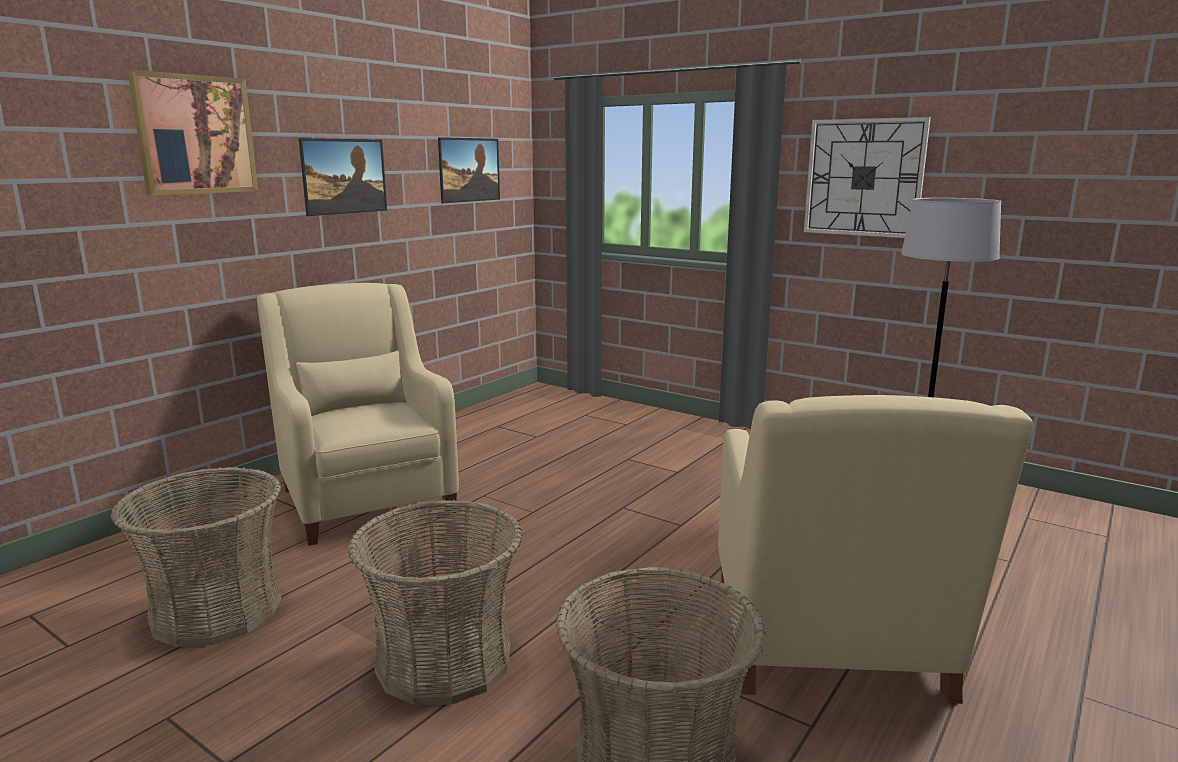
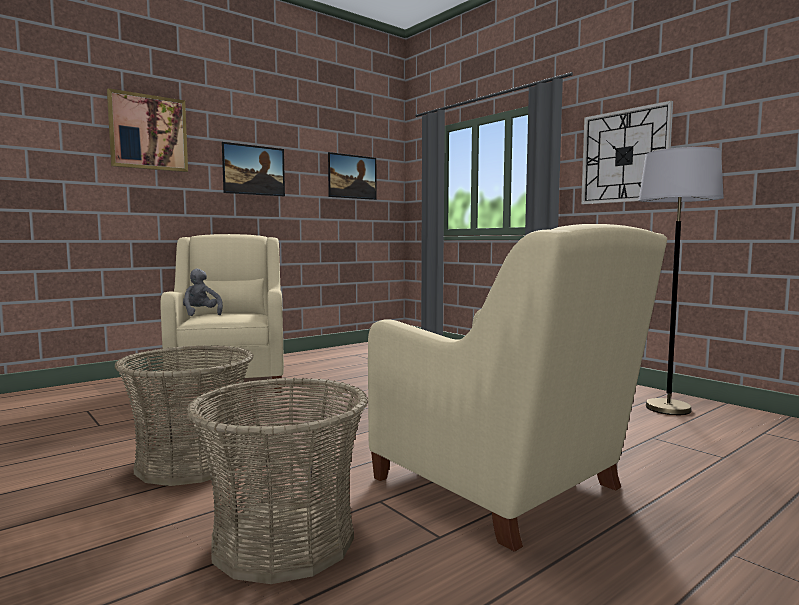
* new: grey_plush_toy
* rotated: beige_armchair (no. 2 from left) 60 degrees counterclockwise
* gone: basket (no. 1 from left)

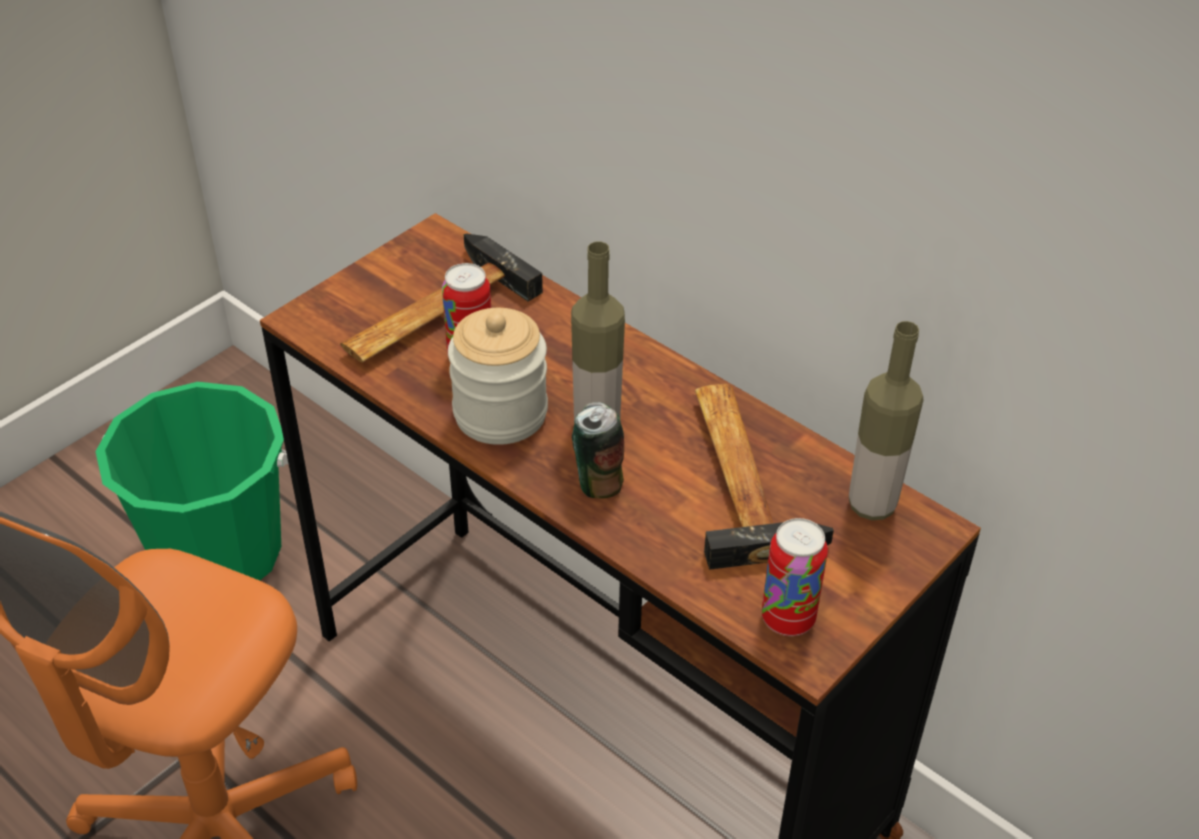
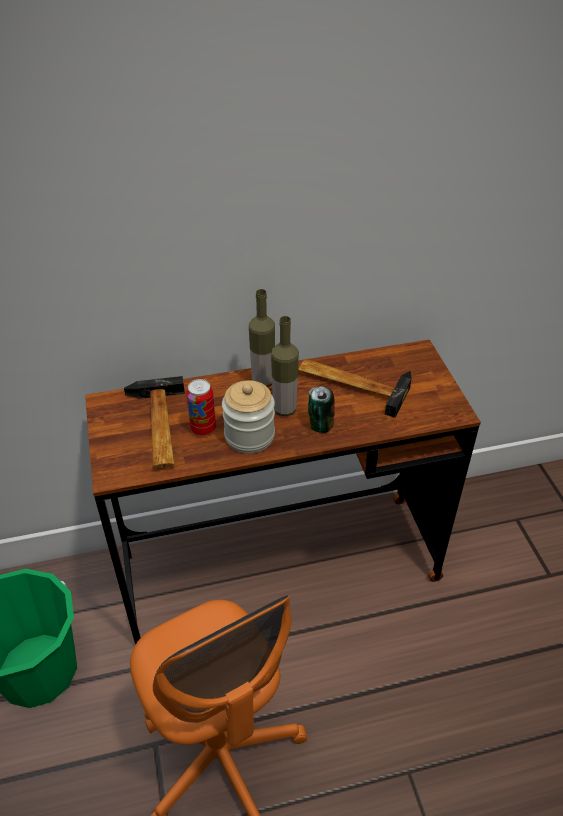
* shifted: bottle (no. 2 from left in the first image) to bottle (no. 1 from left)
* gone: can (no. 3 from left)

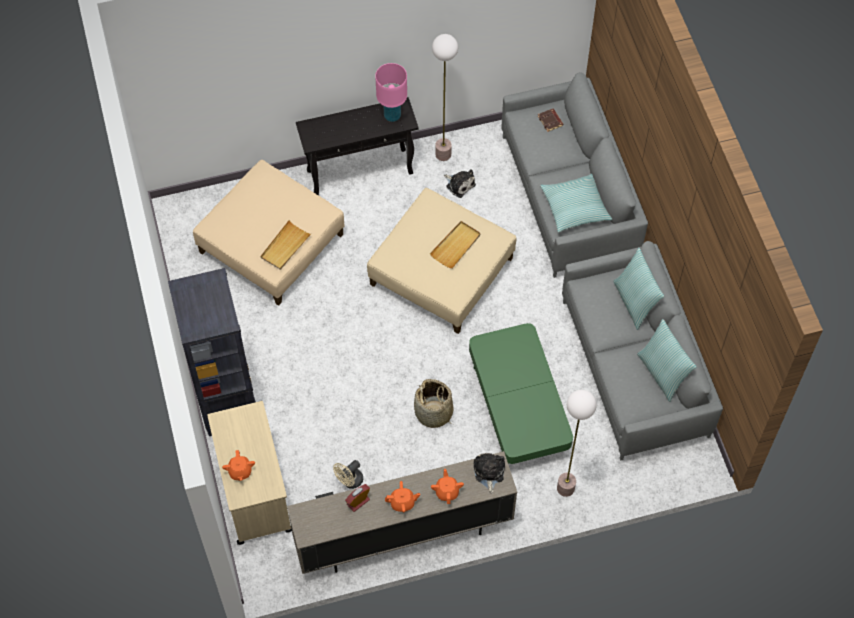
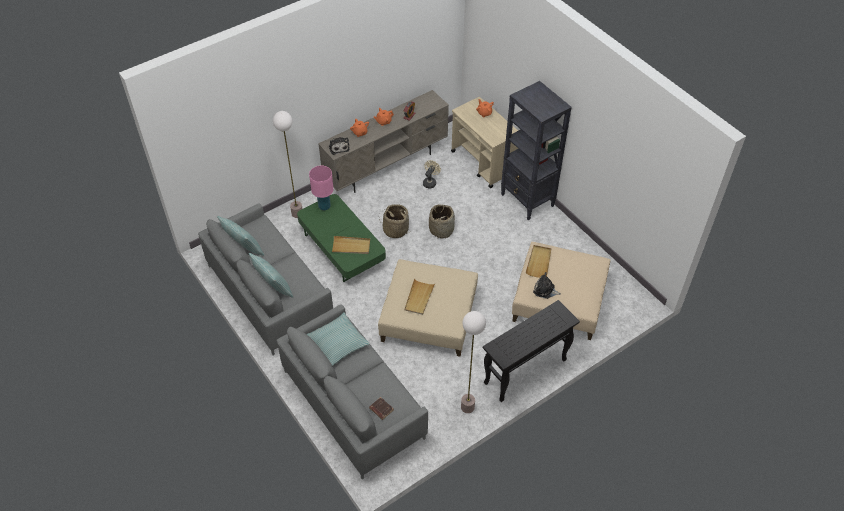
* shifted: pink_table_lamp
* new: beige_tray (no. 1 from left)
* new: basket (no. 2 from left)
* shifted: plush_toy (no. 1 from left in the first image) to plush_toy (no. 2 from left)

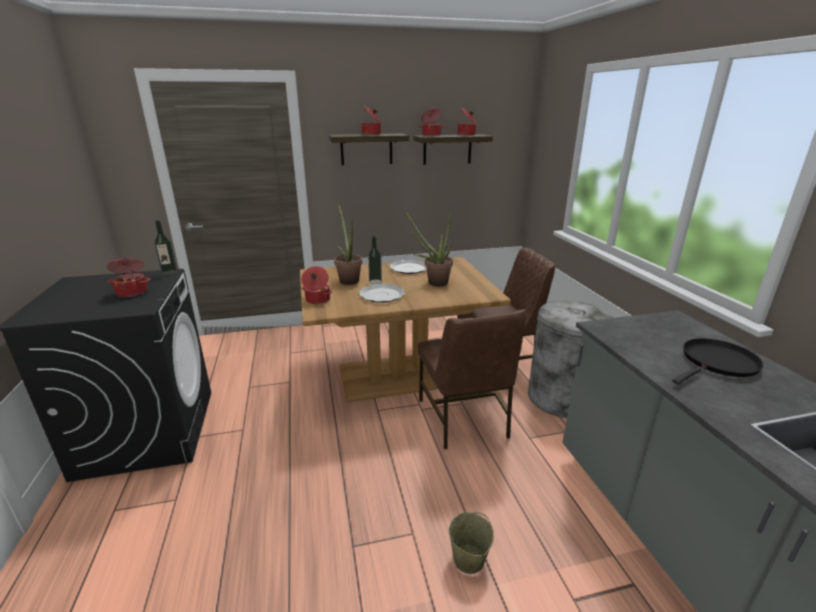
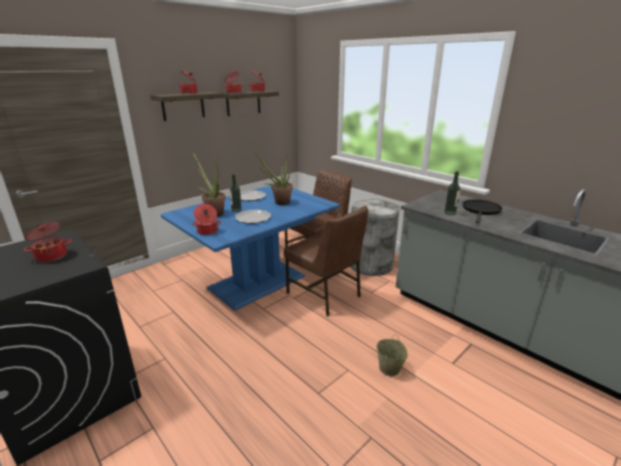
* repainted: brown_dining_table to blue_dining_table
* shifted: bottle (no. 1 from left in the first image) to bottle (no. 2 from left)

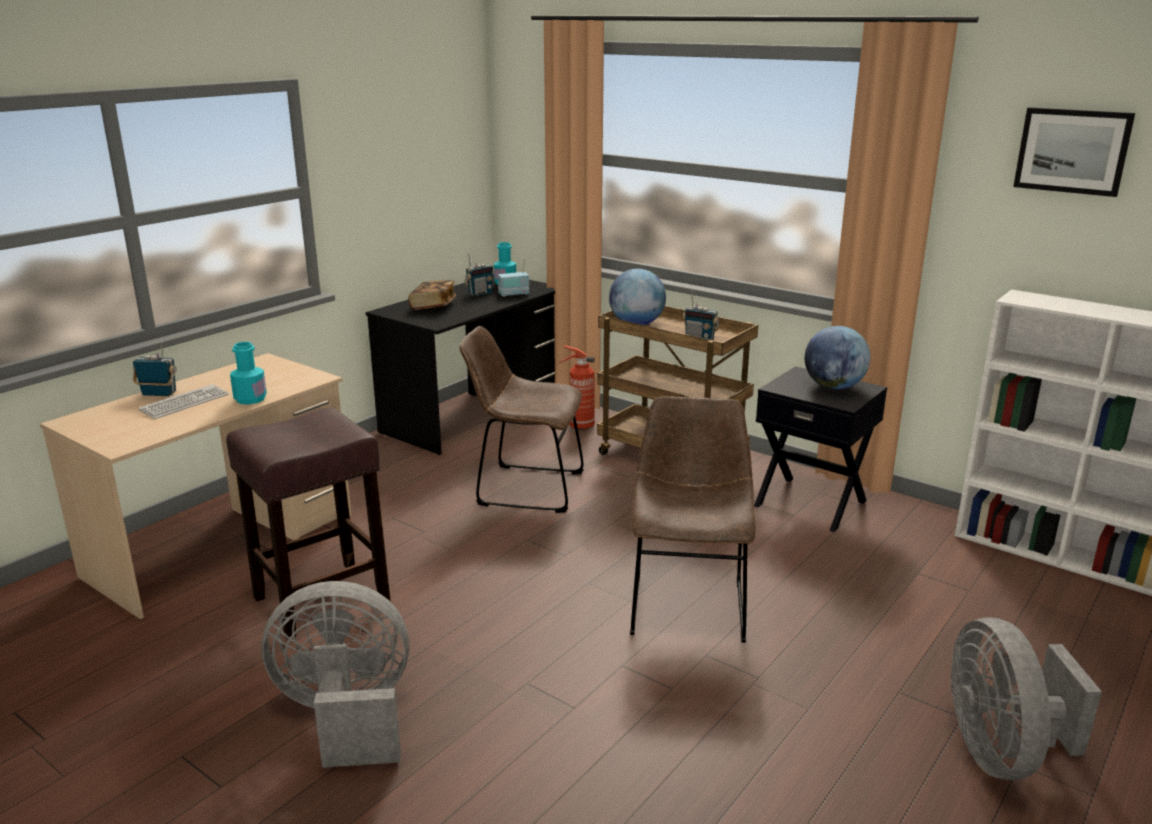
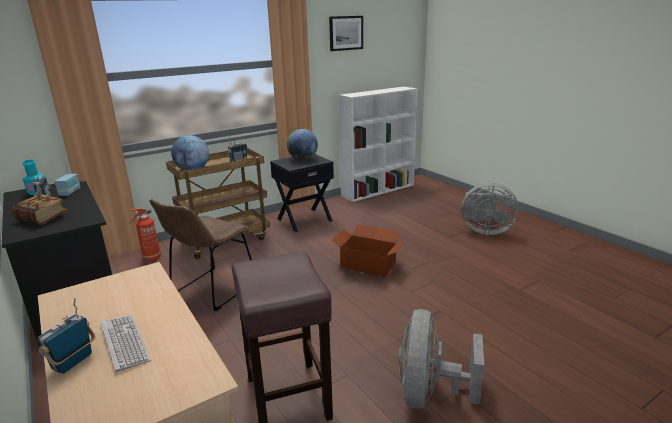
* swapped: brown_chair (no. 2 from left) to cardboard_box
* gone: turquoise_bottle (no. 1 from left)

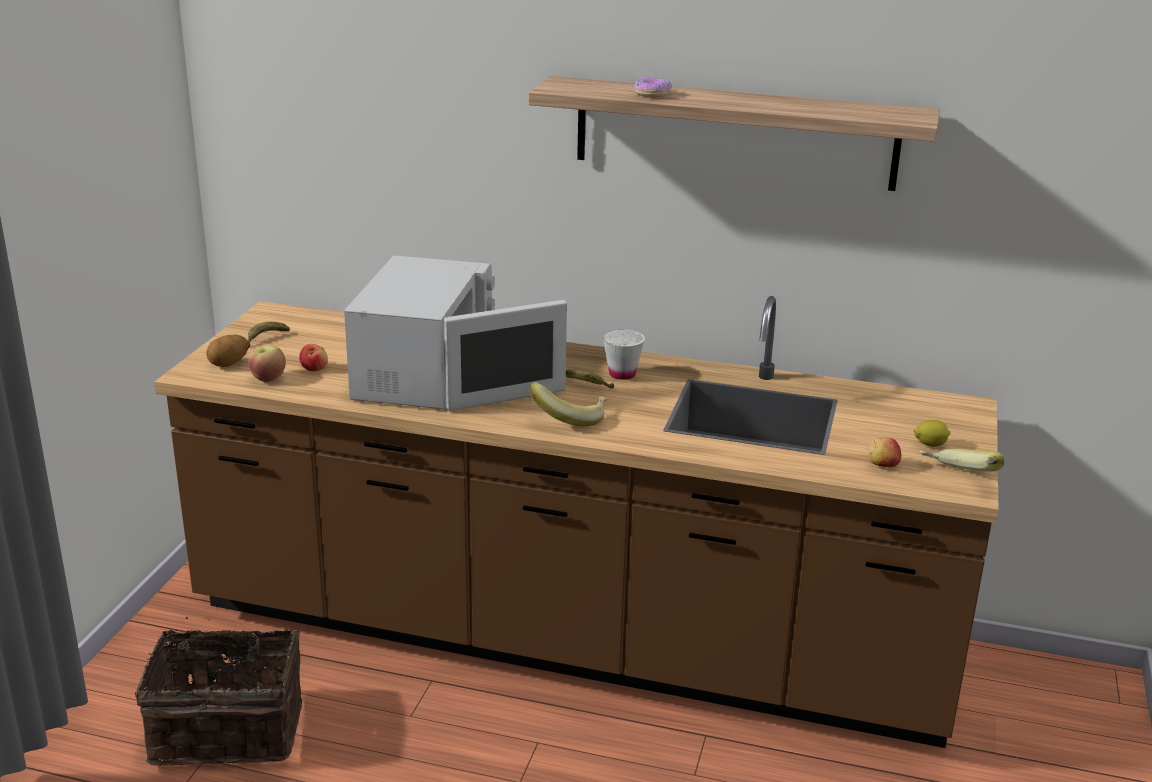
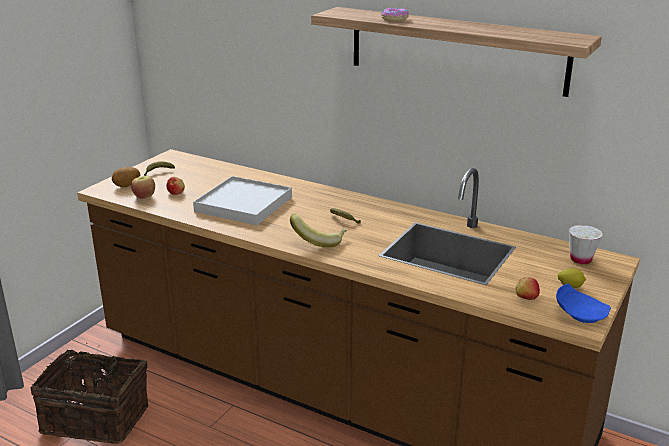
* swapped: white_microwave to white_tray
* swapped: banana (no. 4 from left) to blue_plate
* shifted: white_cup

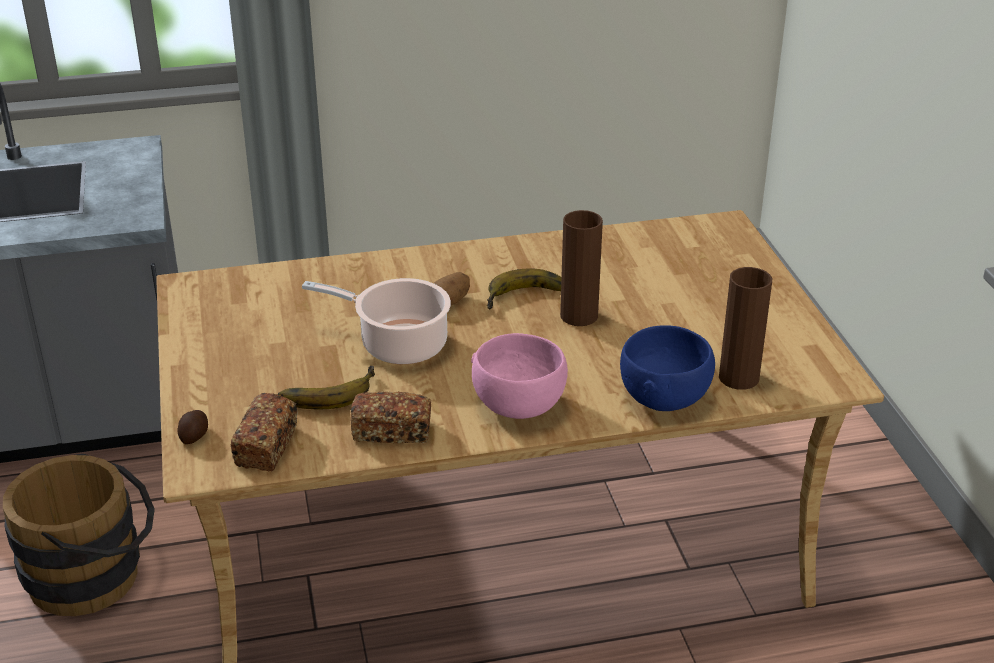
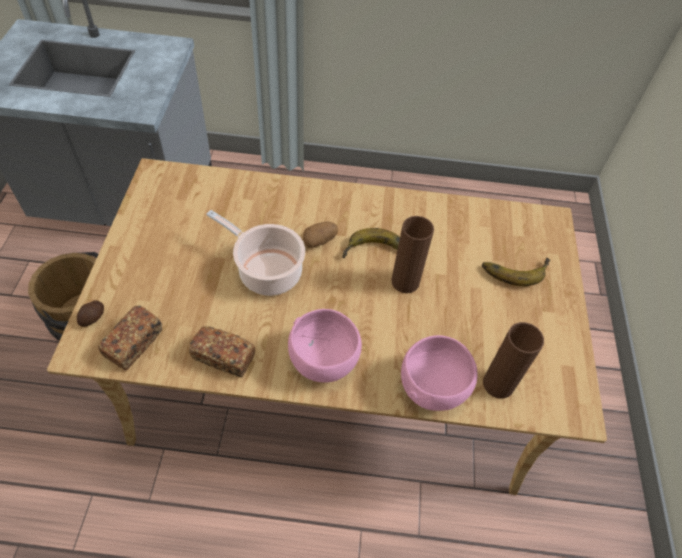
* repainted: blue_bowl to pink_bowl (no. 2 from left)
* shifted: banana (no. 1 from left in the first image) to banana (no. 2 from left)

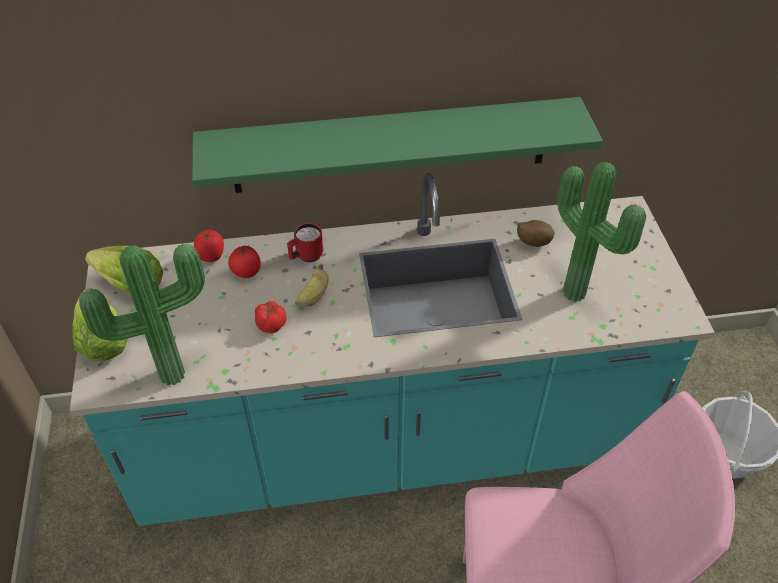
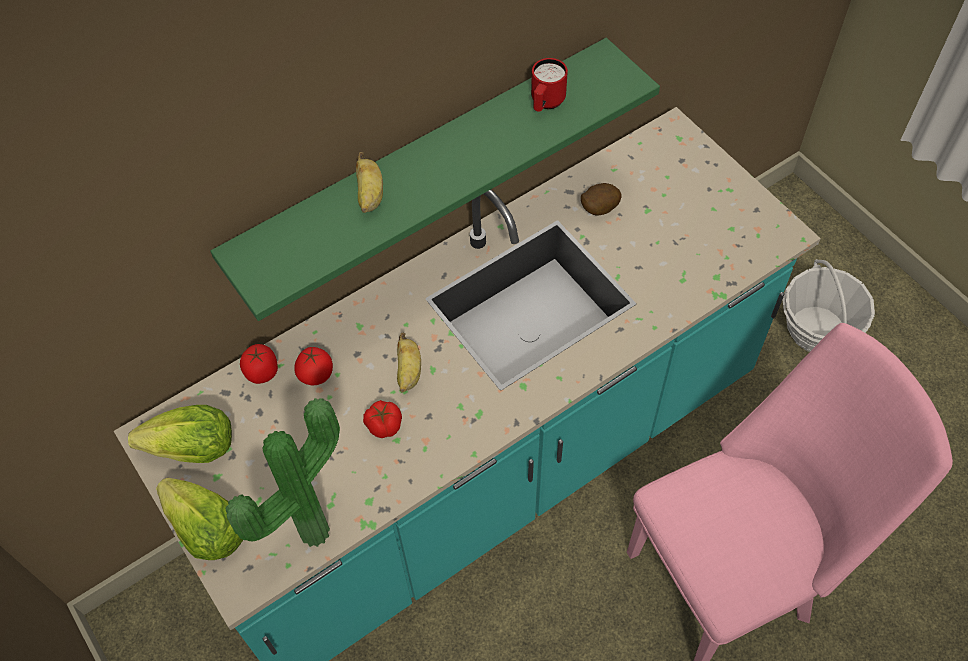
* new: banana (no. 1 from left)
* shifted: red_mug
* gone: potted_plant (no. 2 from left)

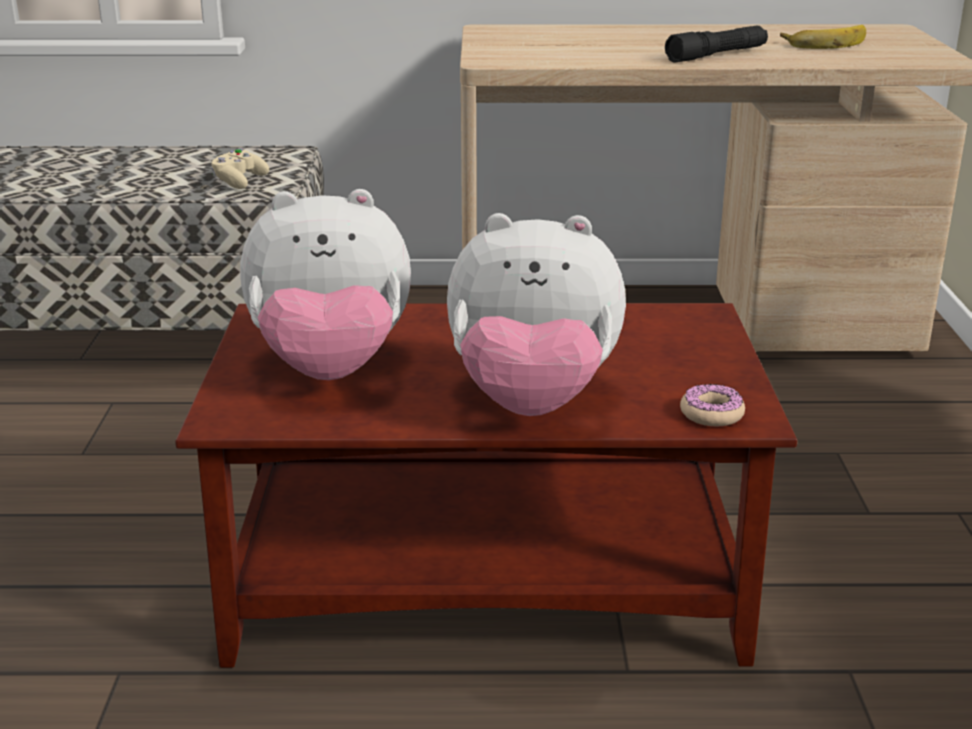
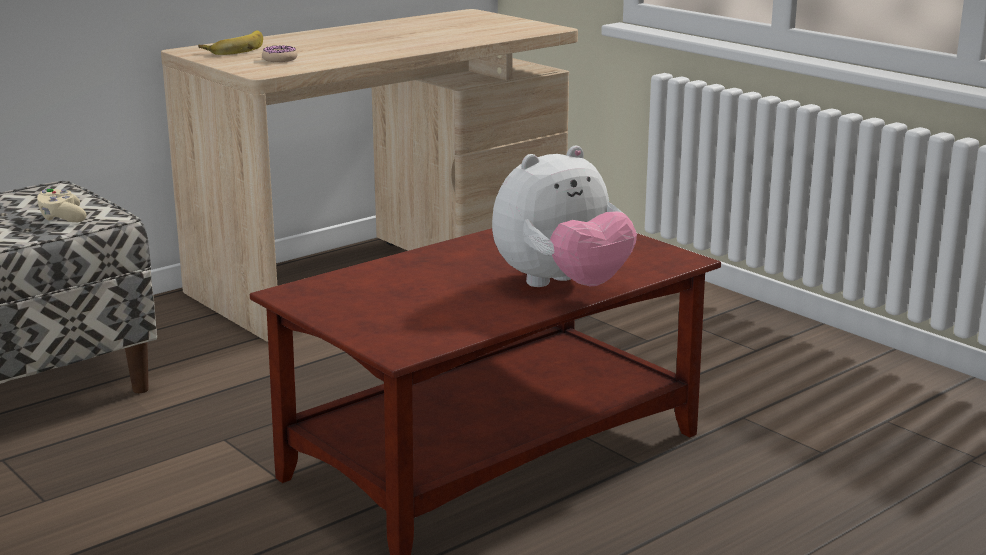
* shifted: banana
* shifted: donut
* gone: plush_toy (no. 1 from left)
* gone: black_flashlight

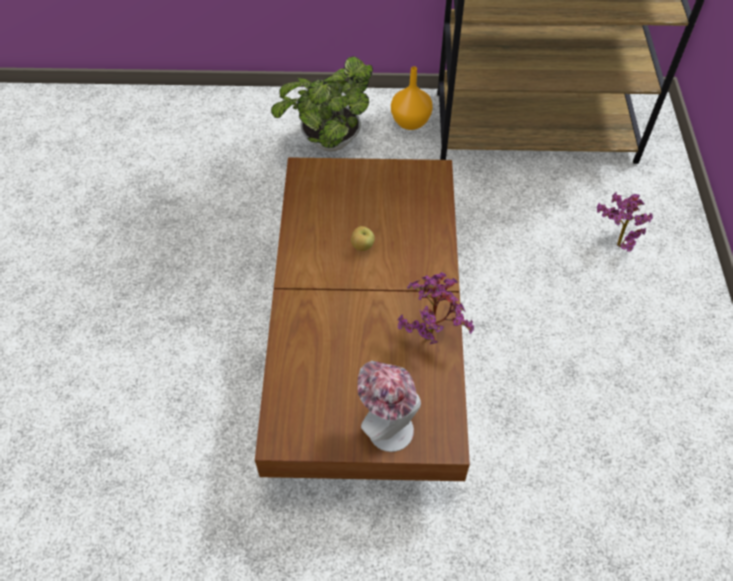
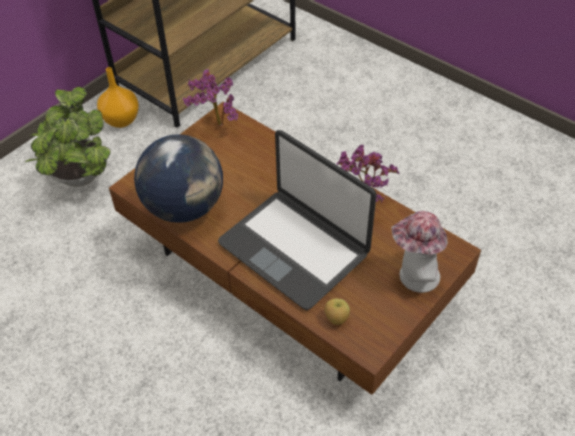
* new: globe
* shifted: potted_plant (no. 3 from left in the first image) to potted_plant (no. 2 from left)
* new: laptop
* shifted: apple

